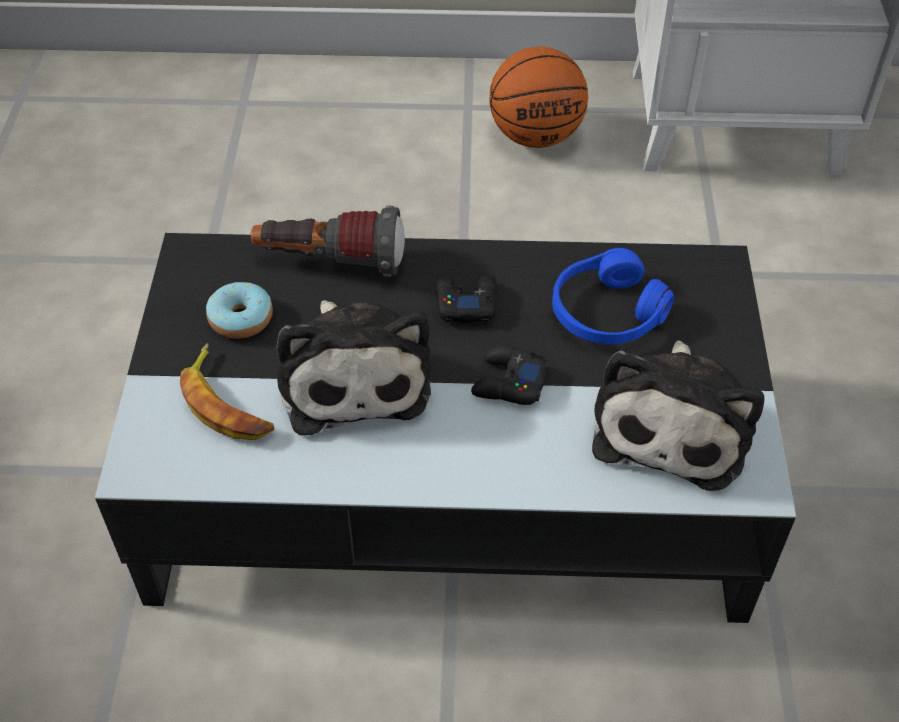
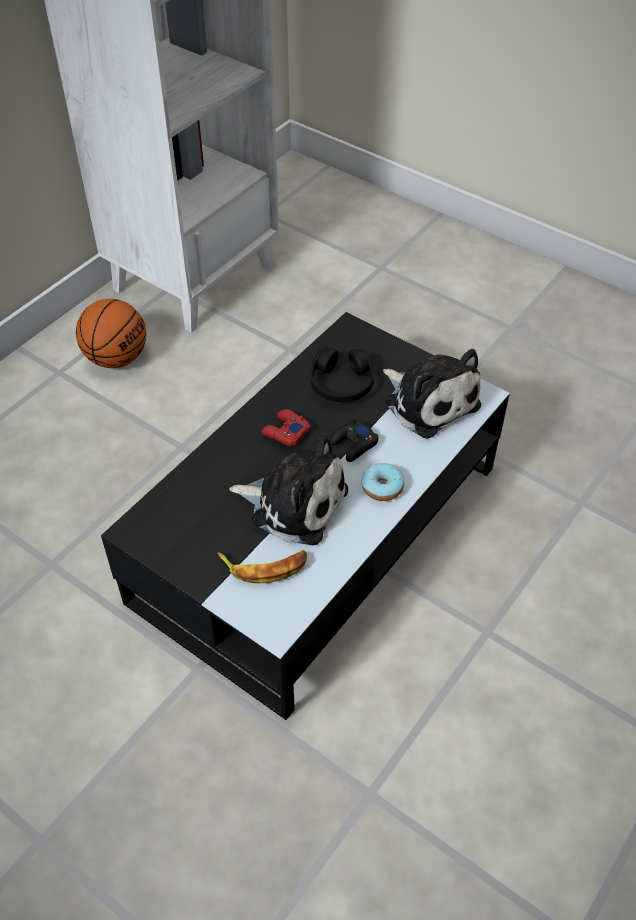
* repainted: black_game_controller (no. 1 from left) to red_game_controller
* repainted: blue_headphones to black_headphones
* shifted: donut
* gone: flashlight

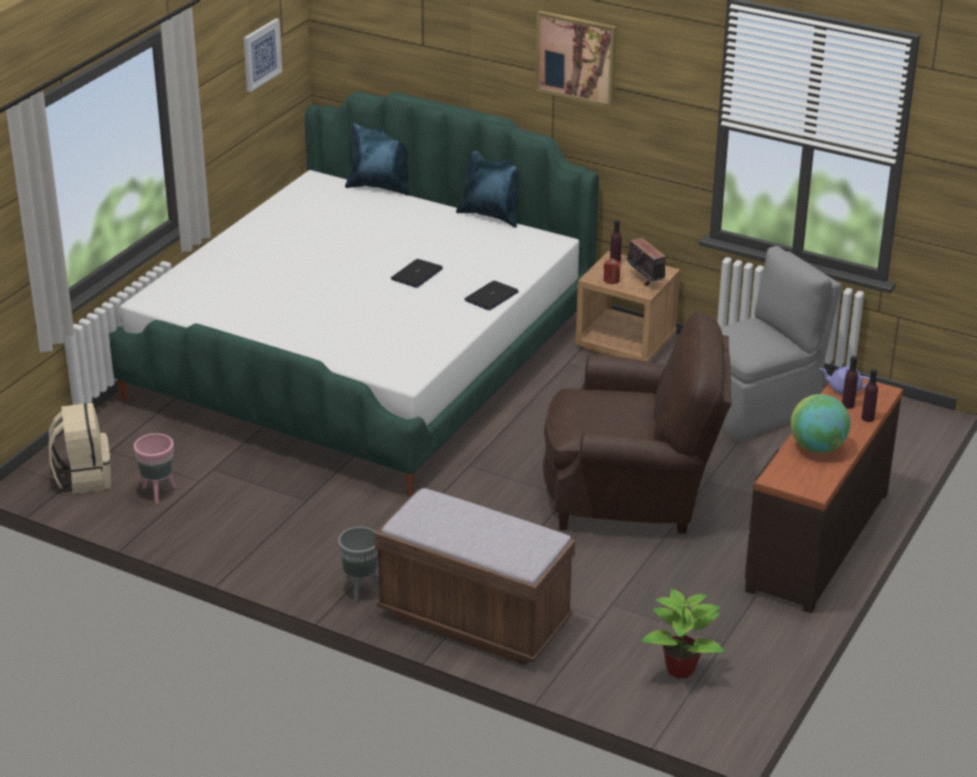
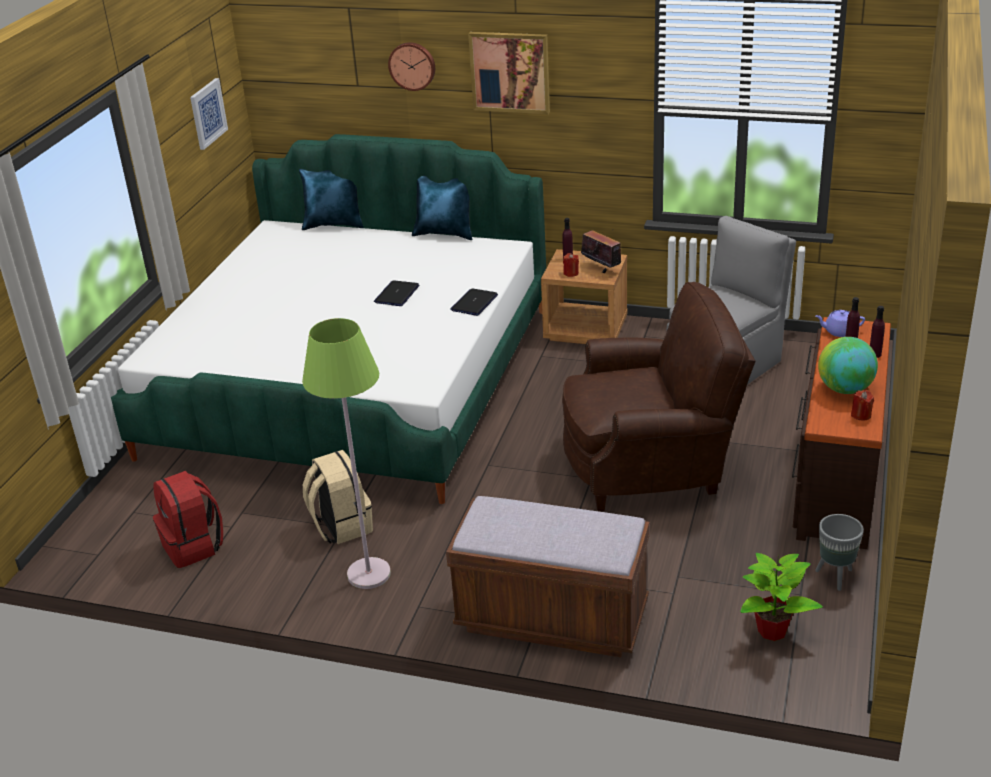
* swapped: pink_planter to red_backpack
* new: green_floor_lamp
* shifted: beige_backpack
* new: wall_clock
* shifted: grey_planter
* new: red_candle (no. 2 from left)

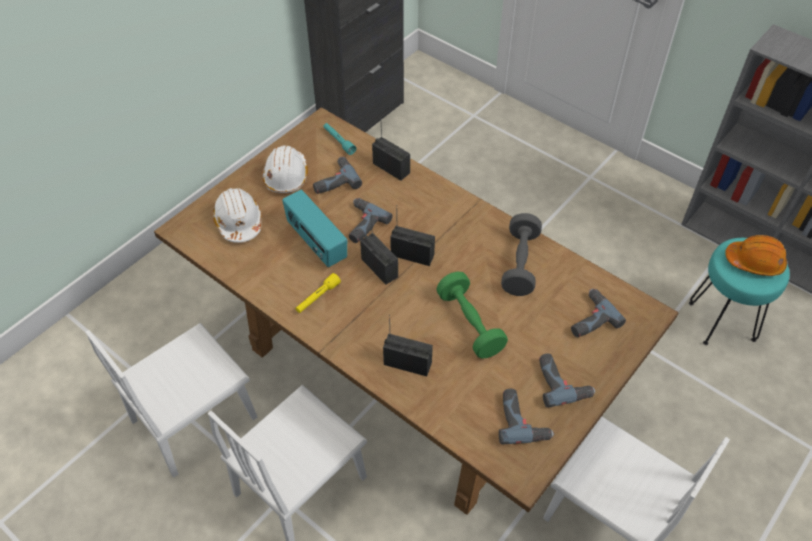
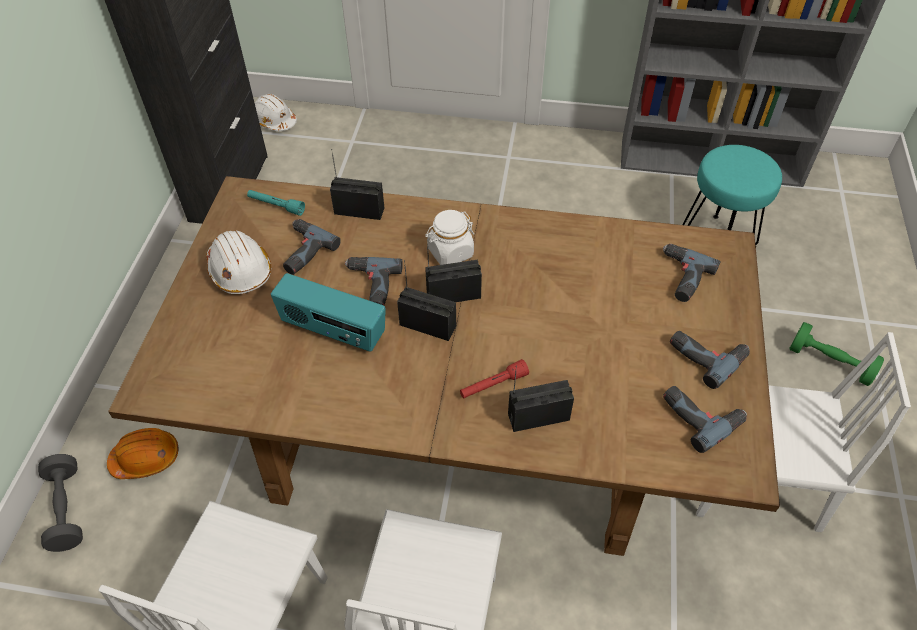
* shifted: grey_dumbbell
* shifted: orange_hard_hat
* shifted: white_hard_hat (no. 1 from left in the first image) to white_hard_hat (no. 2 from left)
* new: white_jar
* new: red_flashlight
* shifted: green_dumbbell
* gone: yellow_flashlight

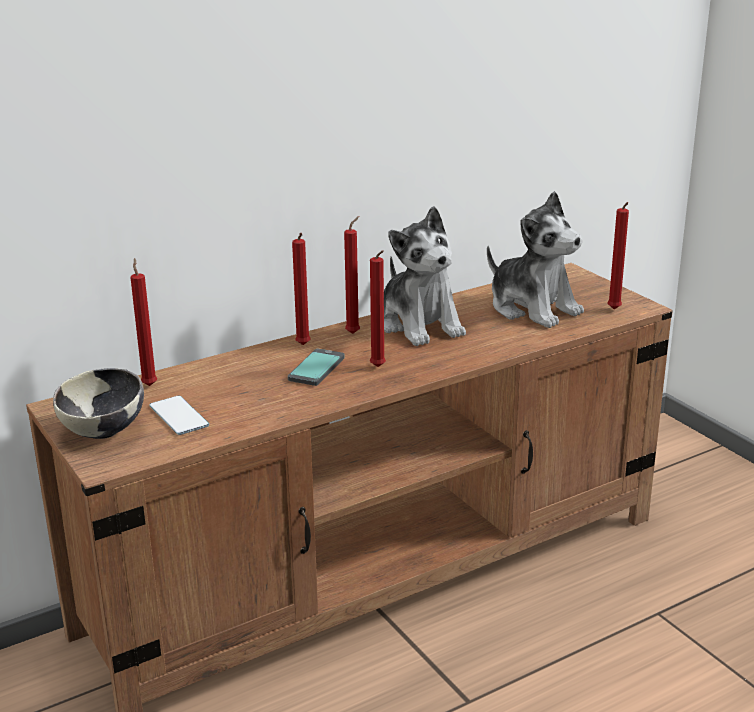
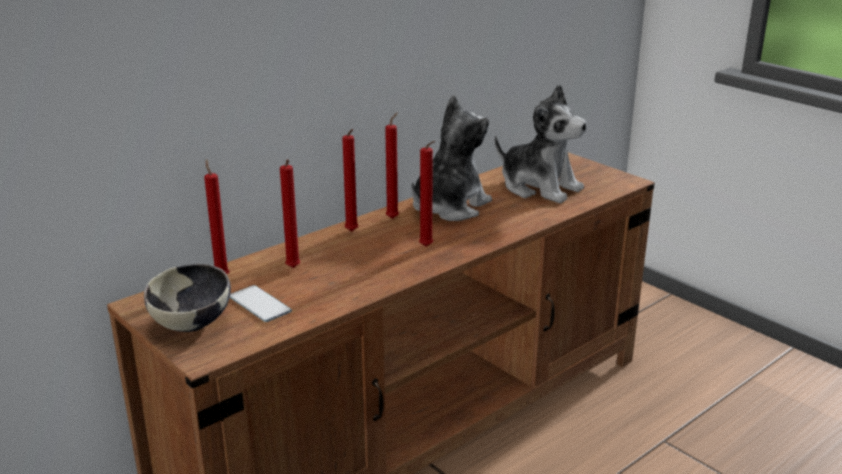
* shifted: red_candle (no. 5 from left in the first image) to red_candle (no. 2 from left)
* rotated: plush_toy (no. 1 from left) 105 degrees counterclockwise
* gone: phone (no. 2 from left)

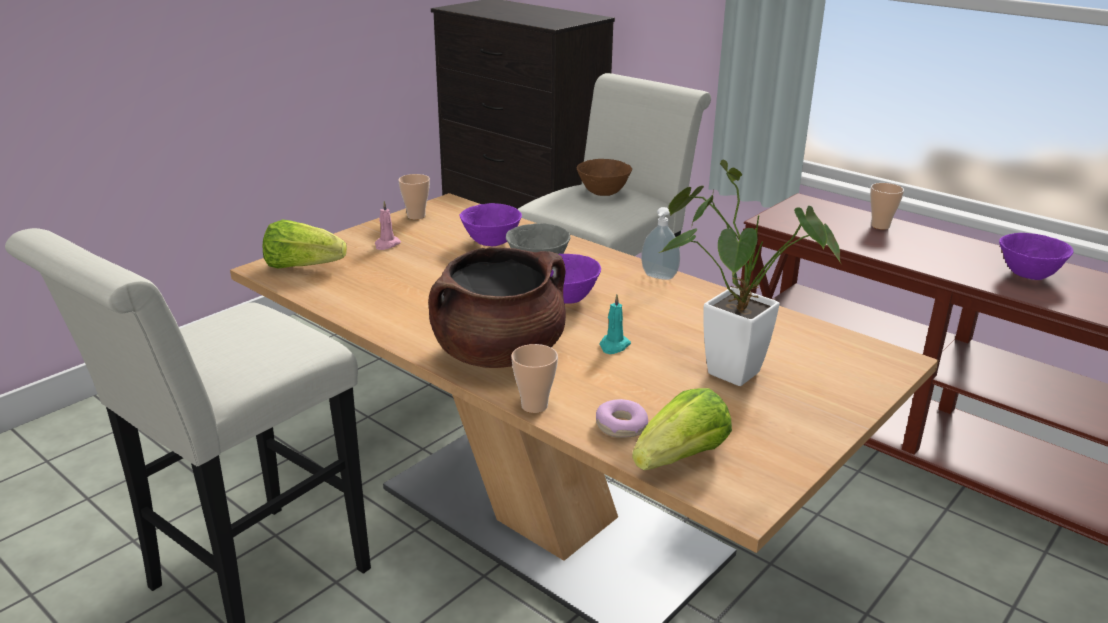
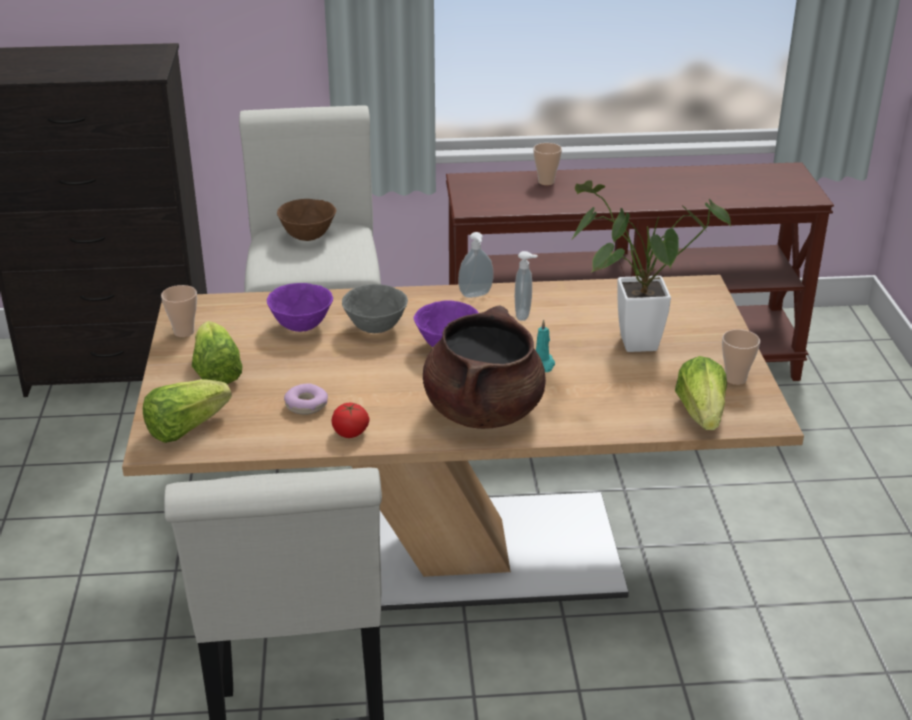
* swapped: pink_candle to lettuce (no. 2 from left)
* shifted: donut
* new: tomato
* new: soap_dispenser (no. 2 from left)
* shifted: cup (no. 2 from left in the first image) to cup (no. 3 from left)
* gone: purple_bowl (no. 3 from left)

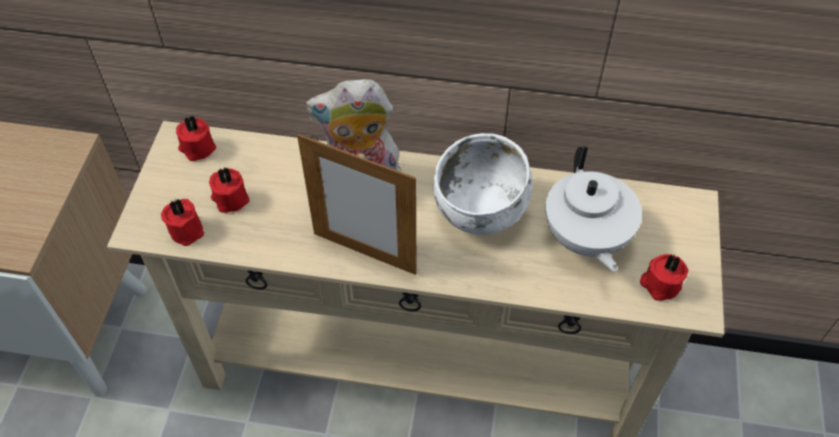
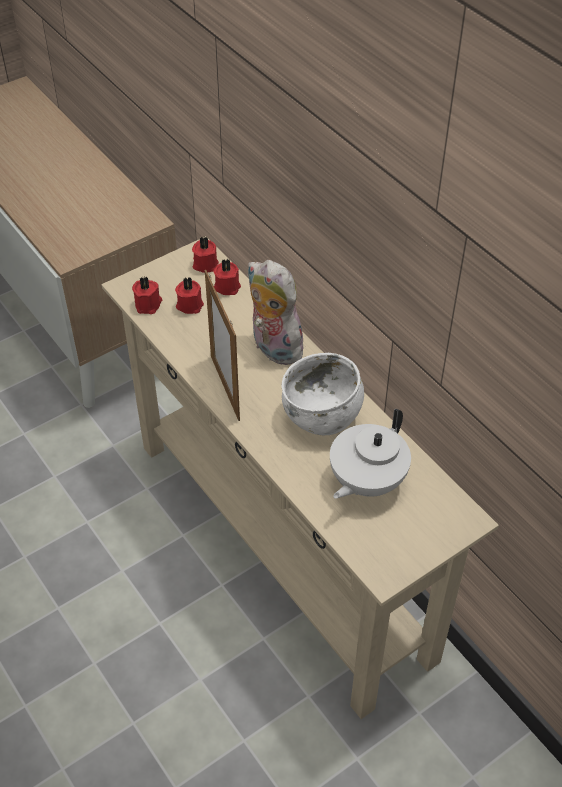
* shifted: red_candle (no. 4 from left)

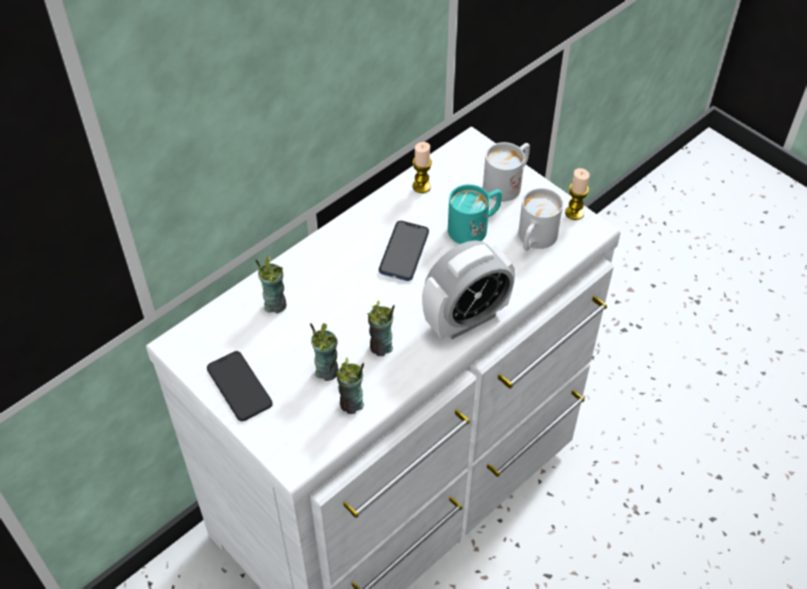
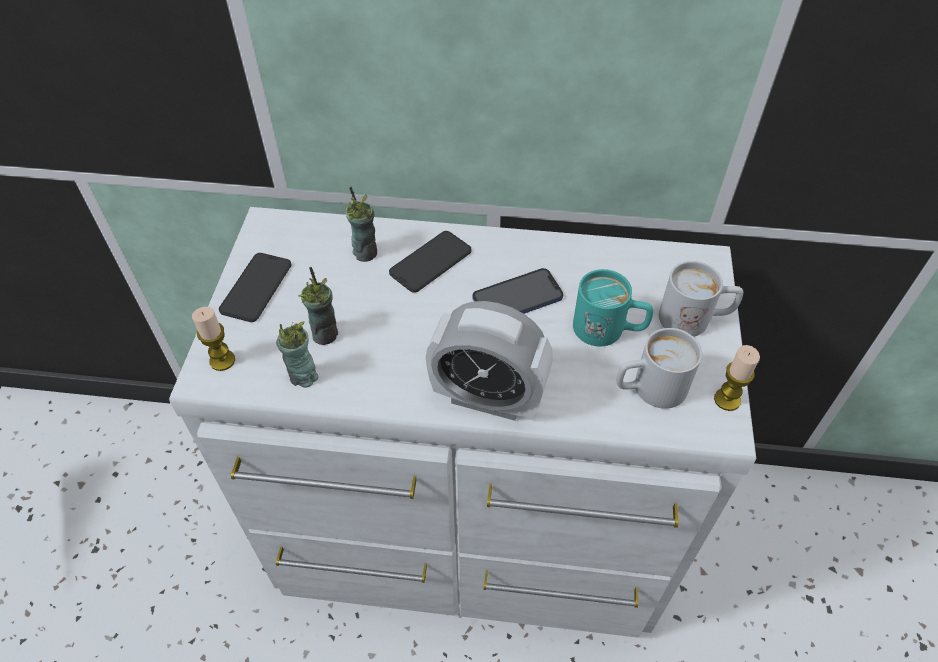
* shifted: candle (no. 1 from left)
* new: phone (no. 2 from left)
* gone: cup (no. 4 from left)

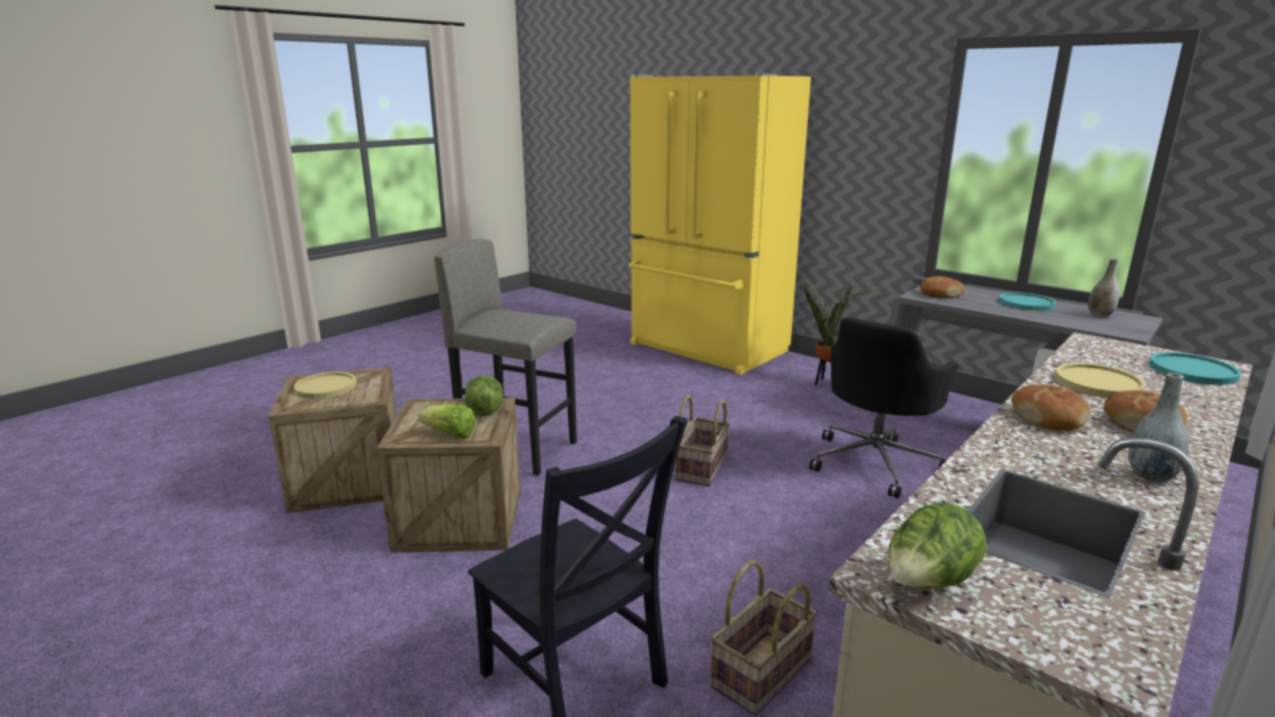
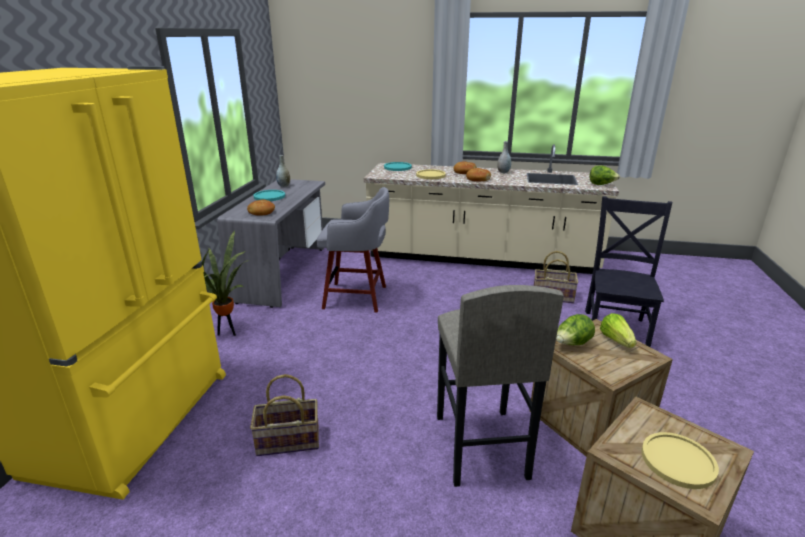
* shifted: basket (no. 1 from left)
* swapped: black_office_chair to grey_stool (no. 1 from left)

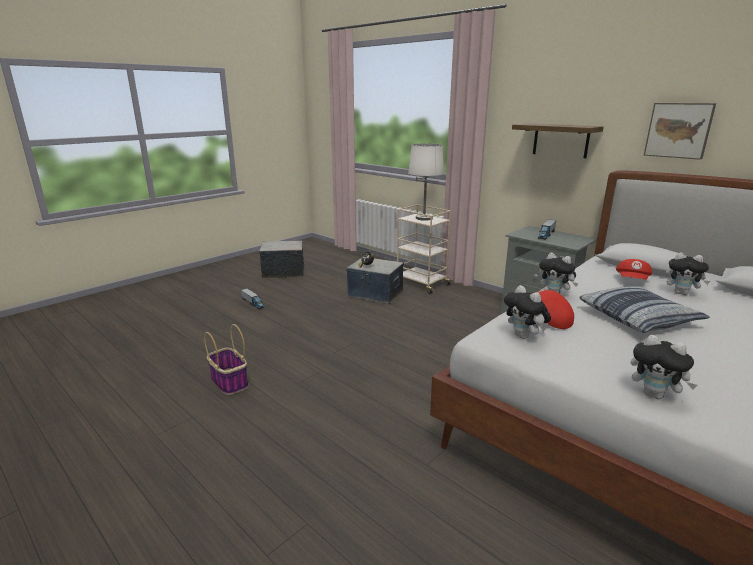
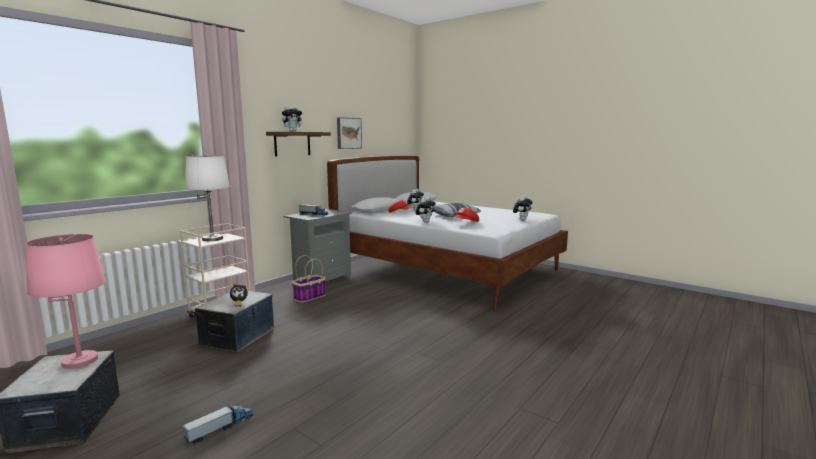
* new: pink_table_lamp
* shifted: plush_toy (no. 1 from left)
* shifted: basket

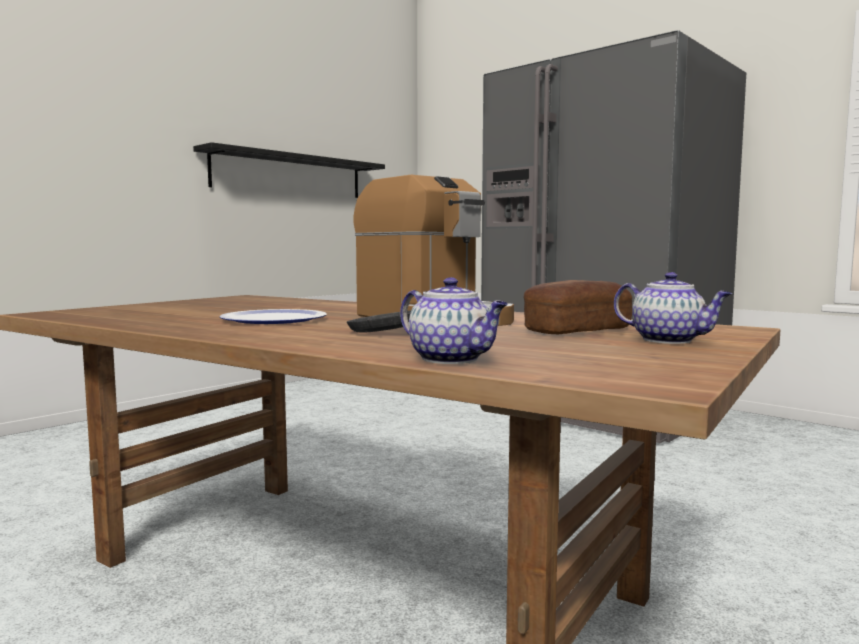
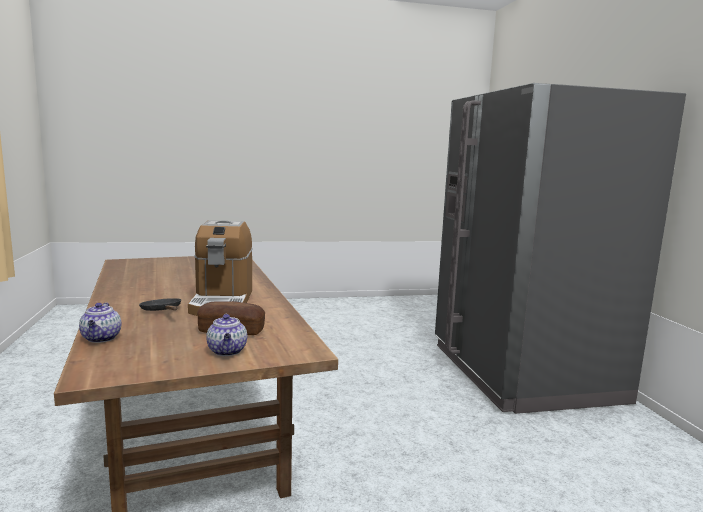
* gone: black_shelf
* gone: plate

